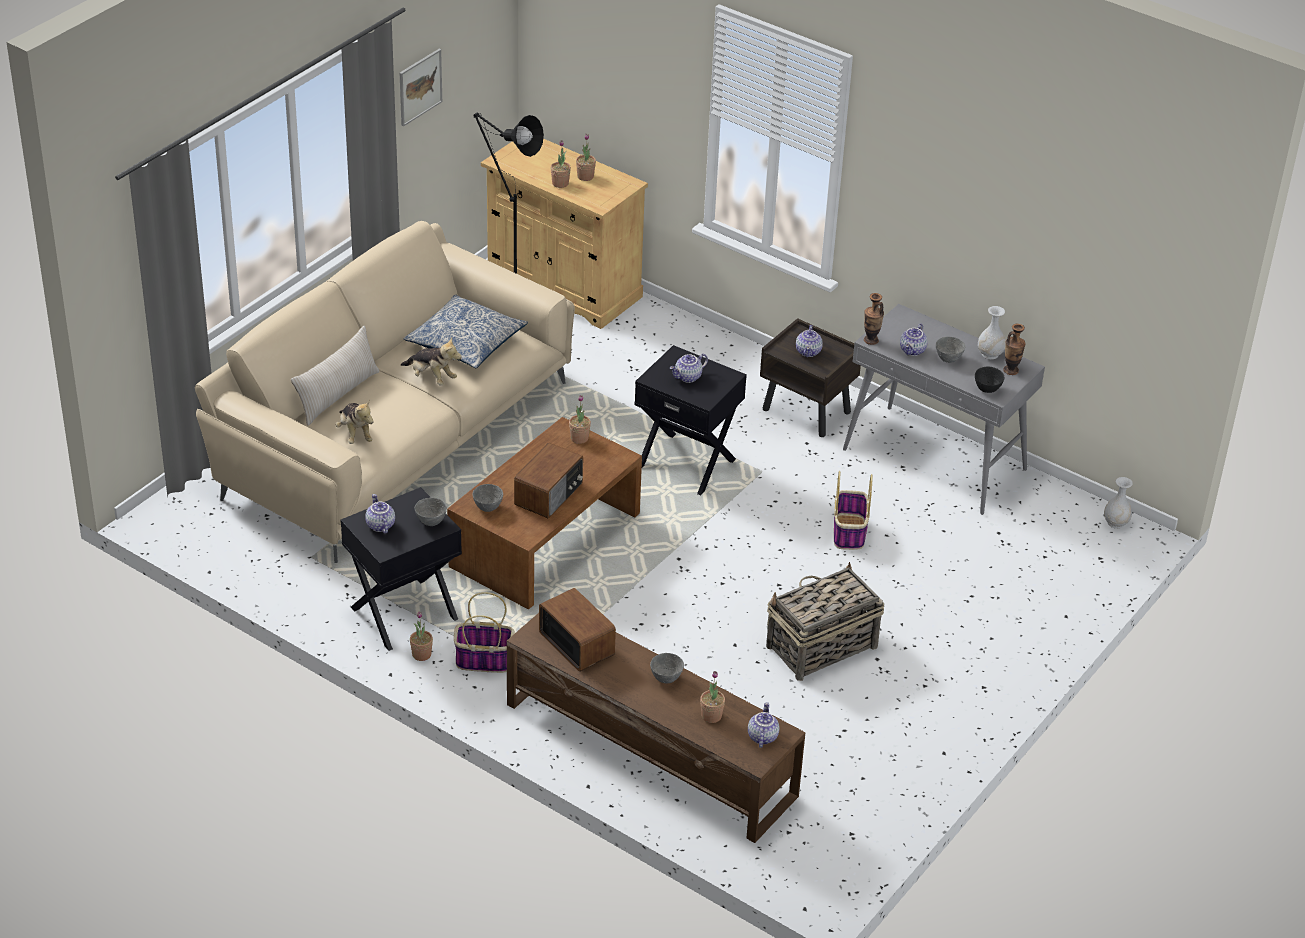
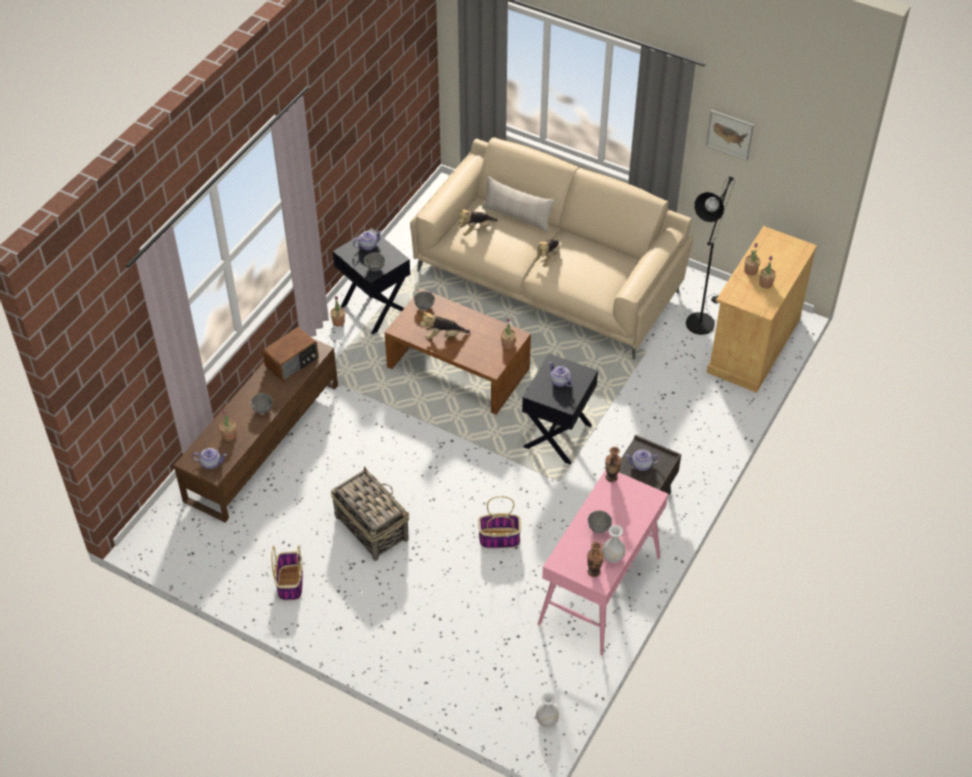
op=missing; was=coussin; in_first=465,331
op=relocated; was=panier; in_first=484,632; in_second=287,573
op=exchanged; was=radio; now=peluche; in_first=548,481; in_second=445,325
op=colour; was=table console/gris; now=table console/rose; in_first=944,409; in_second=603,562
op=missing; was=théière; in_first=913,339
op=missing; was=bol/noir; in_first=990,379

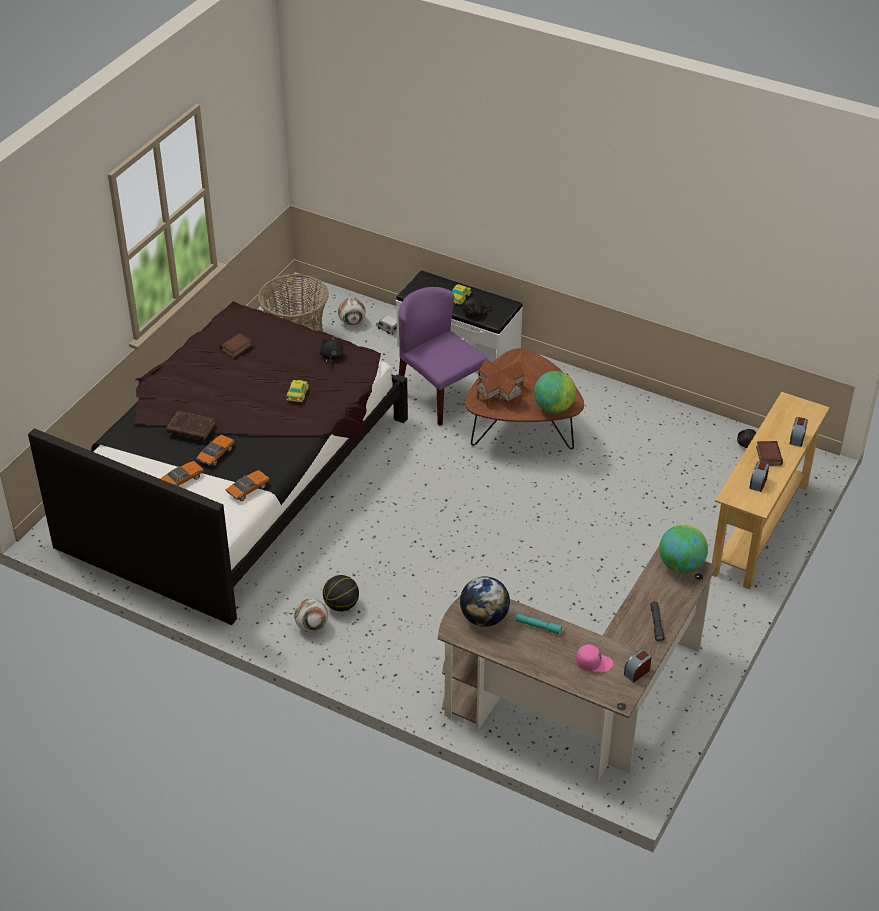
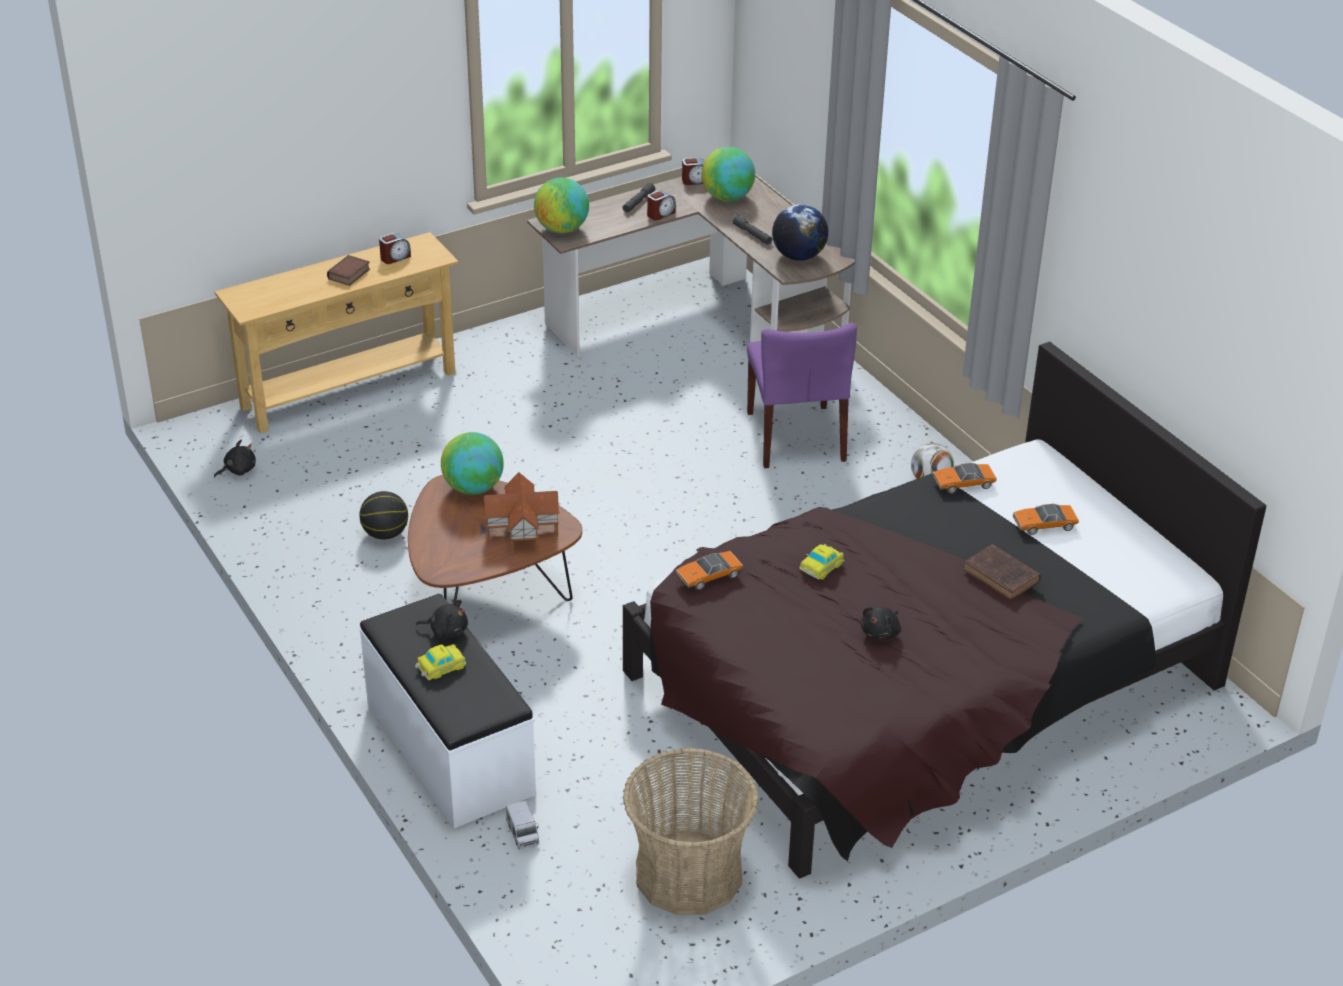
op=relocated; was=petite voiture; in_first=215,450; in_second=709,570
op=missing; was=livre; in_first=236,345
op=relocated; was=peluche/noir; in_first=331,351; in_second=881,623
op=relocated; was=ballon de basket; in_first=341,593; in_second=383,515
op=missing; was=ballon de foot; in_first=351,312
op=relocated; was=chaise/violet; in_first=442,356; in_second=802,395
op=colour; was=lampe de poche/turquoise; now=lampe de poche/gris; in_first=539,624; in_second=752,230
op=exchanged; was=casquette/rose; now=globe; in_first=594,658; in_second=728,174
op=relocated; was=réveil; in_first=799,432; in_second=661,205

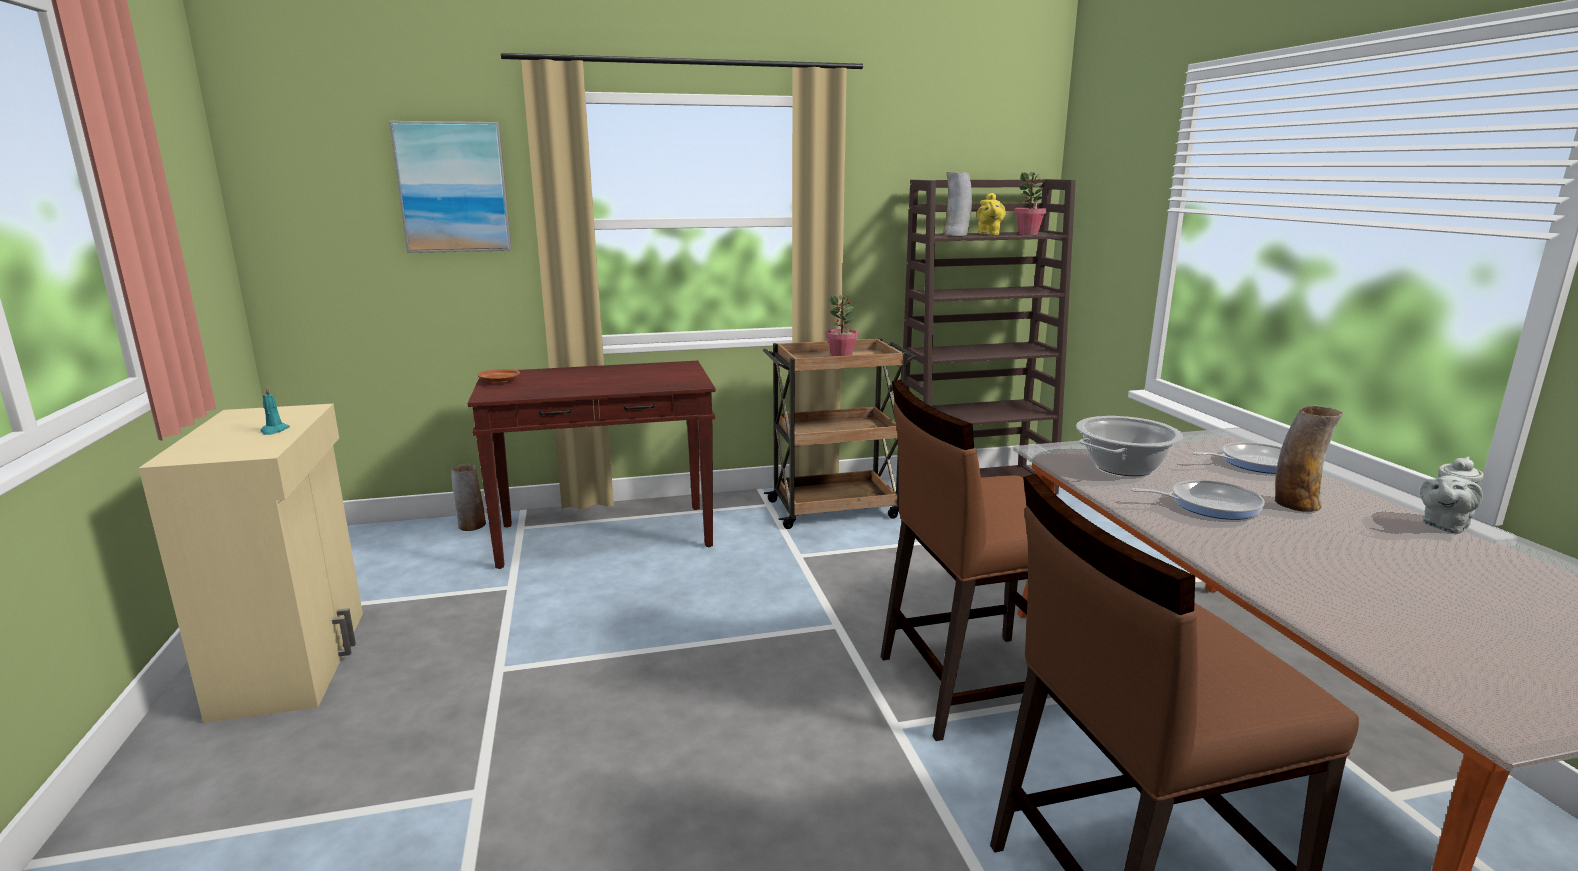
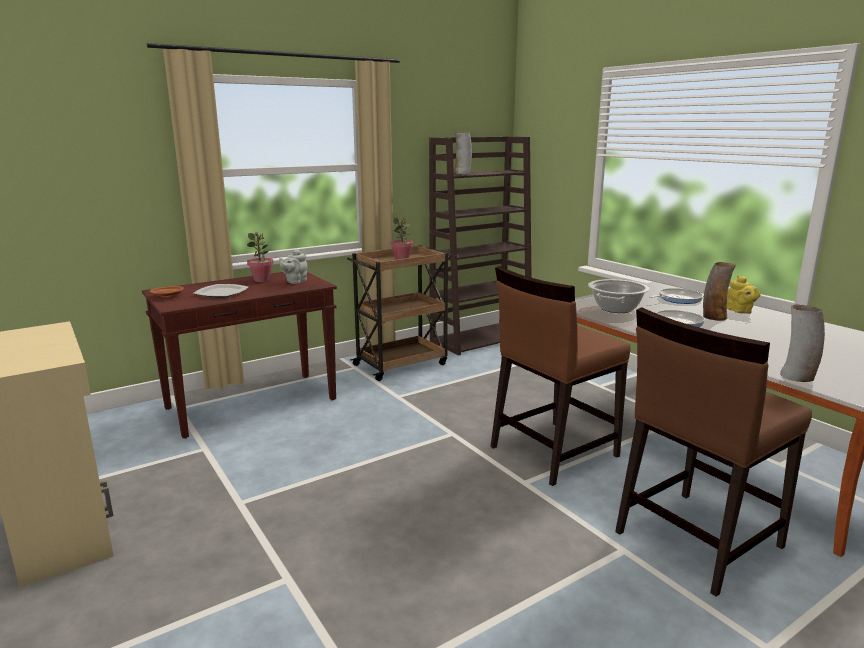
op=missing; was=bougie/turquoise; in_first=275,410
op=missing; was=tableau; in_first=450,187
op=relocated; was=vase; in_first=468,497; in_second=802,343
op=relocated; was=théière/jaune; in_first=991,214; in_second=744,294
op=relocated; was=plante en pot; in_first=1030,203; in_second=260,257
op=relocated; was=théière/gris; in_first=1452,495; in_second=293,266
op=appeared; now=assiette; in_second=220,290

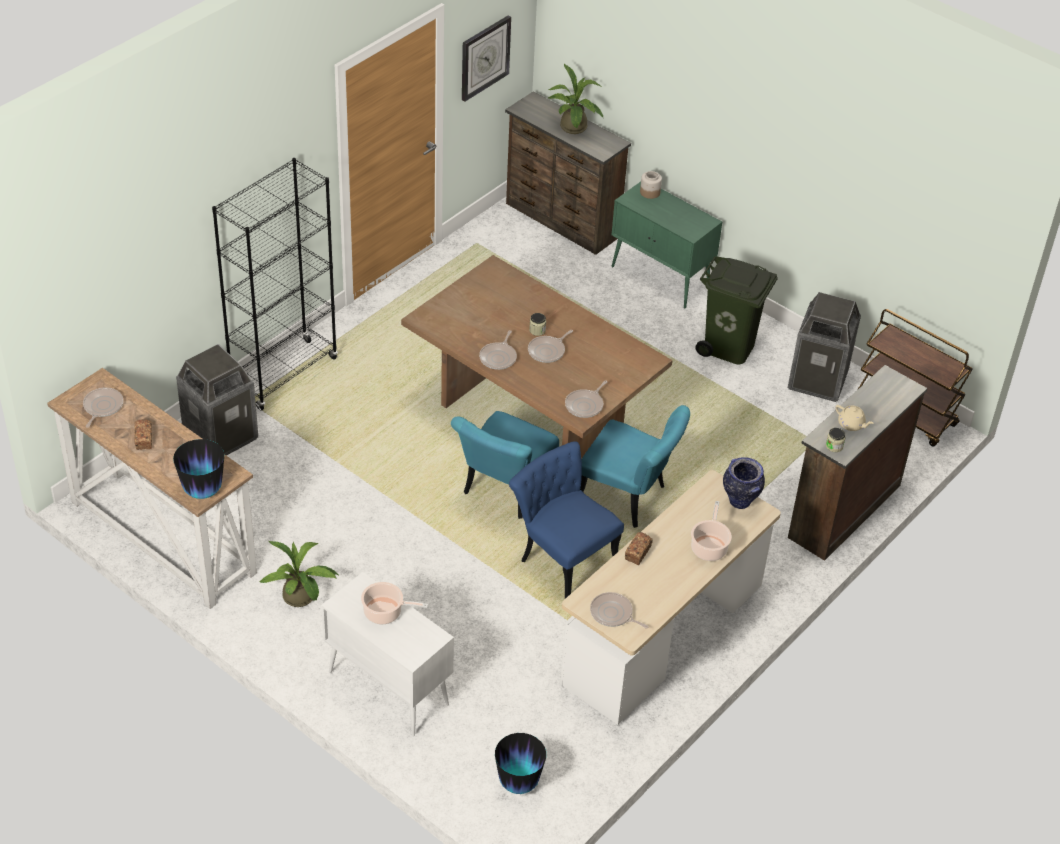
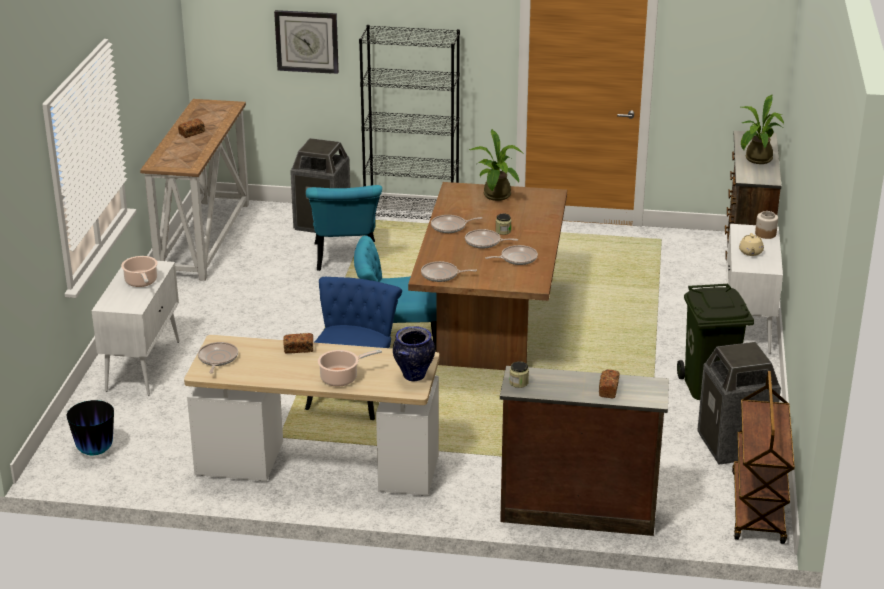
op=relocated; was=poêle; in_first=103,408; in_second=511,255
op=missing; was=vase; in_first=198,469
op=relocated; was=plante en pot; in_first=299,573; in_second=496,165
op=relocated; was=horloge murale; in_first=486,58; in_second=306,42
op=relocated; was=chaise/turquoise; in_first=635,466; in_second=344,228
op=colour; was=meuble de rangement/vert; now=meuble de rangement/blanc; in_first=667,245; in_second=754,289
op=relocated; was=théière/beige; in_first=854,418; in_second=751,244
op=appeared; now=pain; in_second=609,383

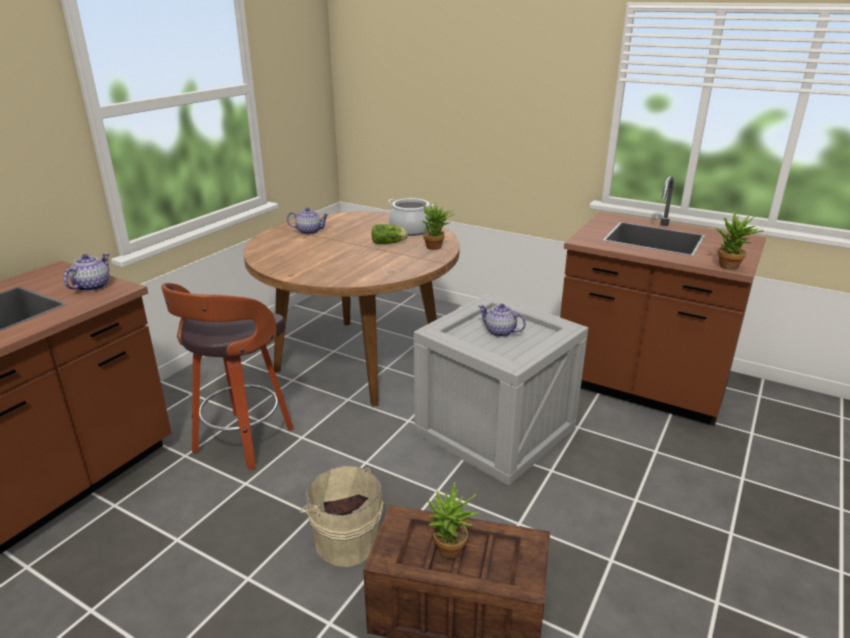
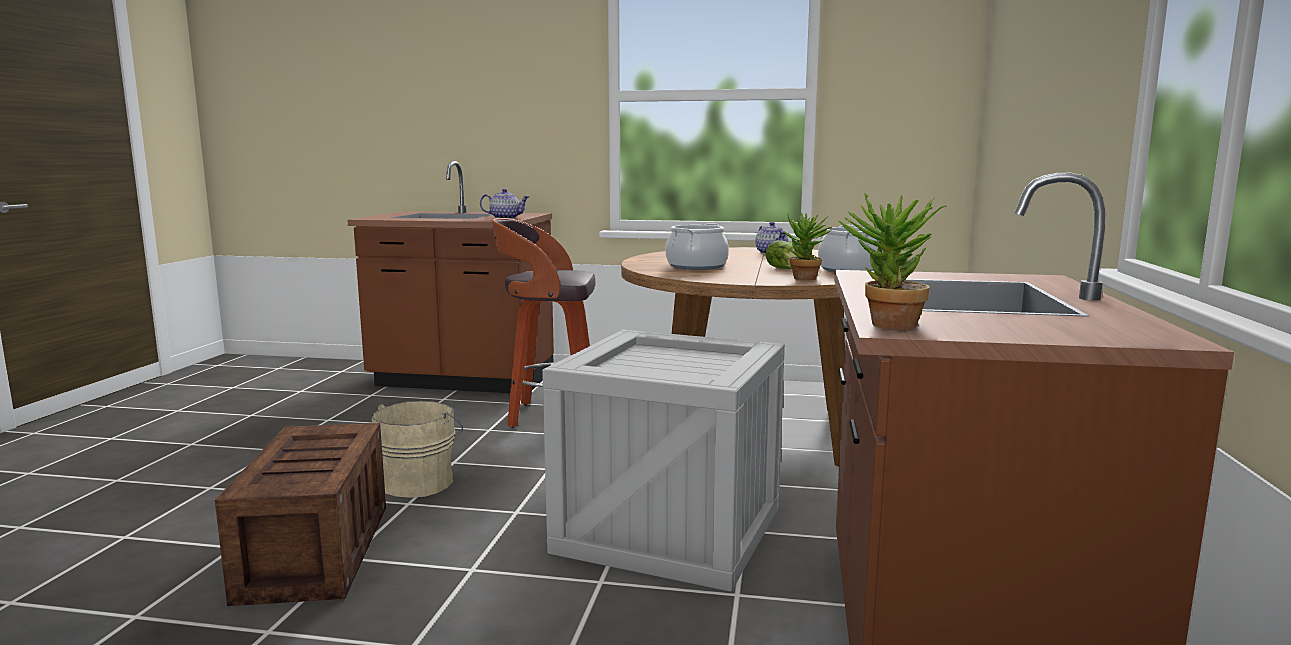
op=missing; was=plante en pot; in_first=453,520
op=missing; was=théière; in_first=502,320
op=appeared; now=marmite; in_second=697,246

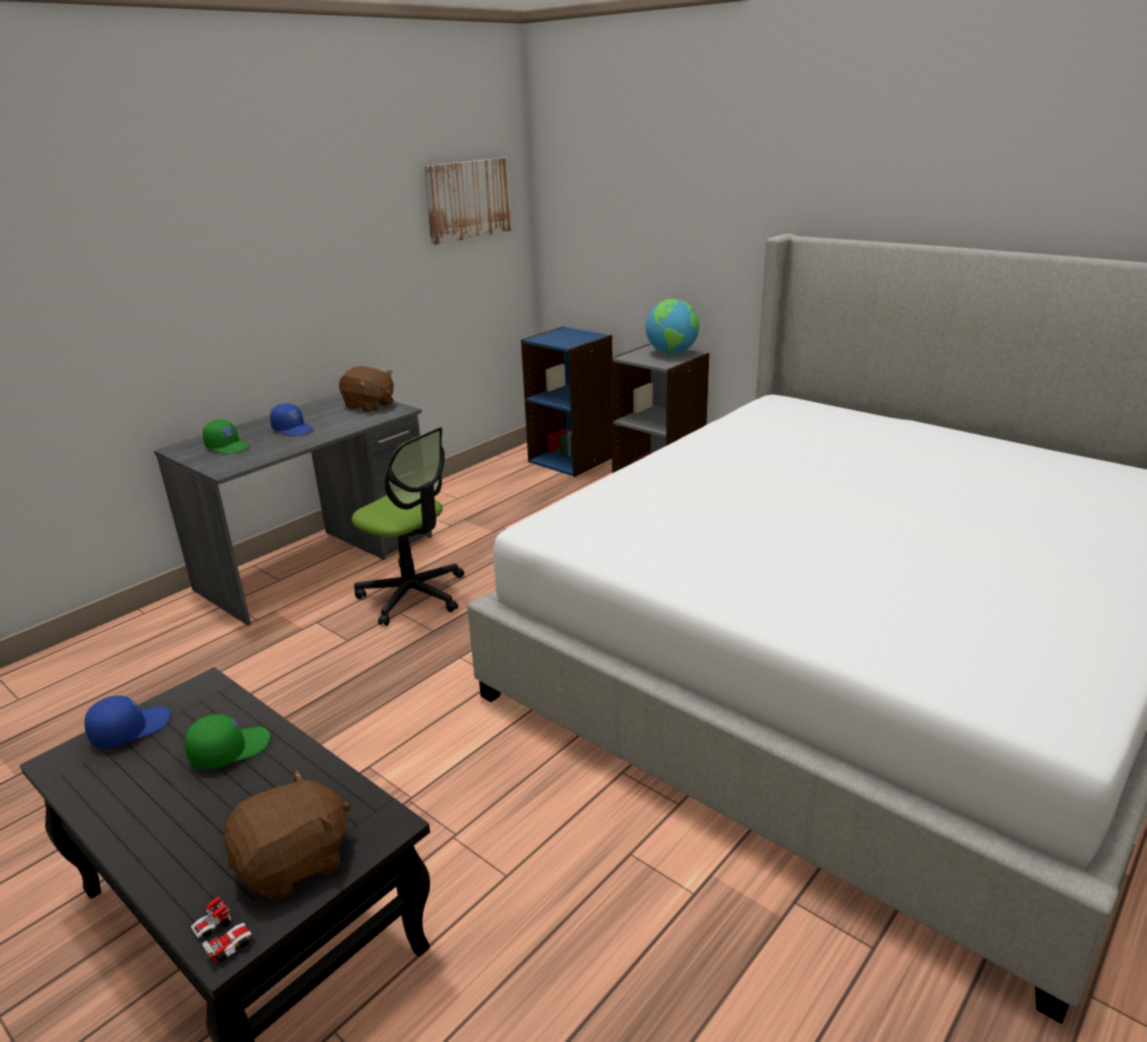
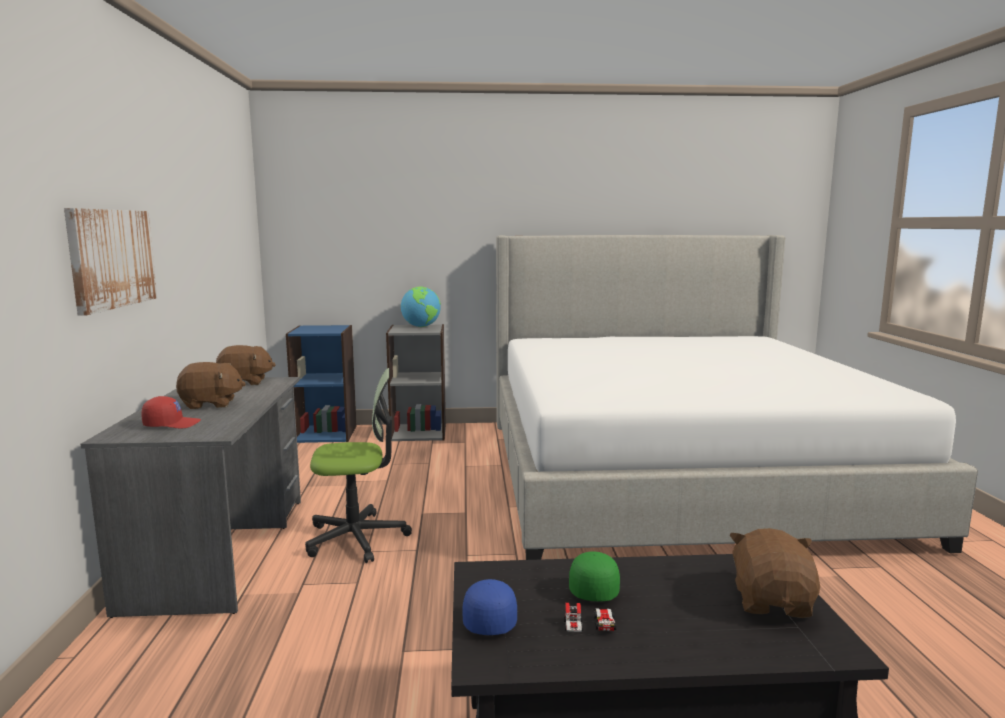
op=relocated; was=petite voiture; in_first=222,929; in_second=590,617
op=colour; was=casquette/vert; now=casquette/rouge; in_first=226,437; in_second=171,412
op=exchanged; was=casquette/bleu; now=peluche/marron; in_first=291,420; in_second=211,385
op=relocated; was=tableau; in_first=468,201; in_second=110,261

